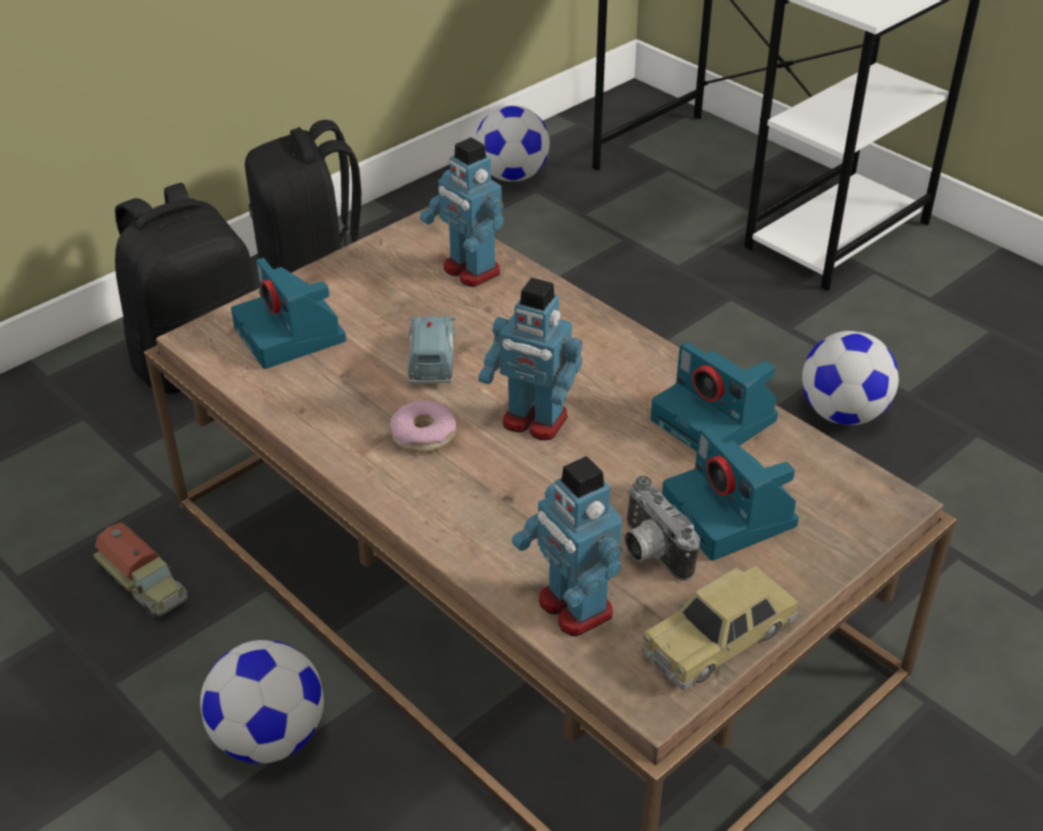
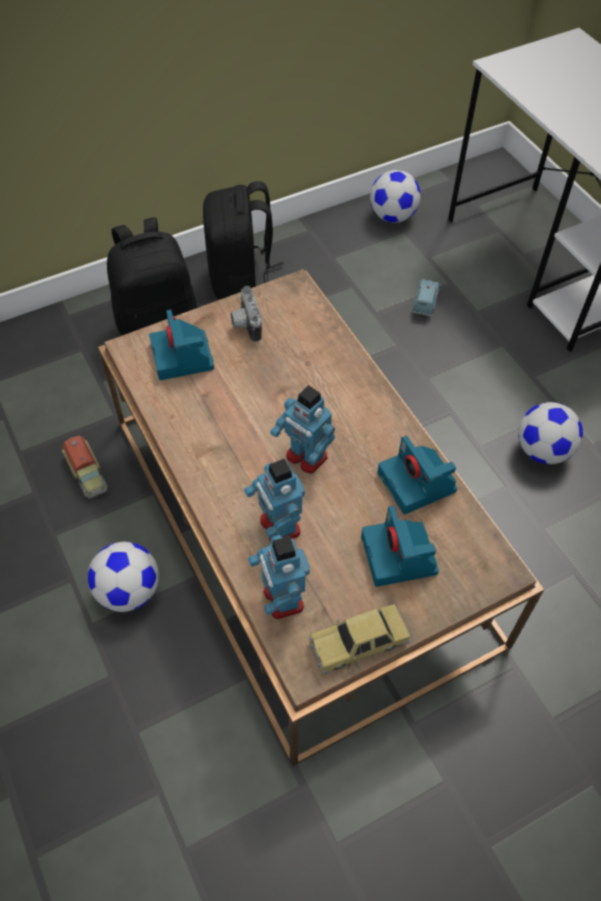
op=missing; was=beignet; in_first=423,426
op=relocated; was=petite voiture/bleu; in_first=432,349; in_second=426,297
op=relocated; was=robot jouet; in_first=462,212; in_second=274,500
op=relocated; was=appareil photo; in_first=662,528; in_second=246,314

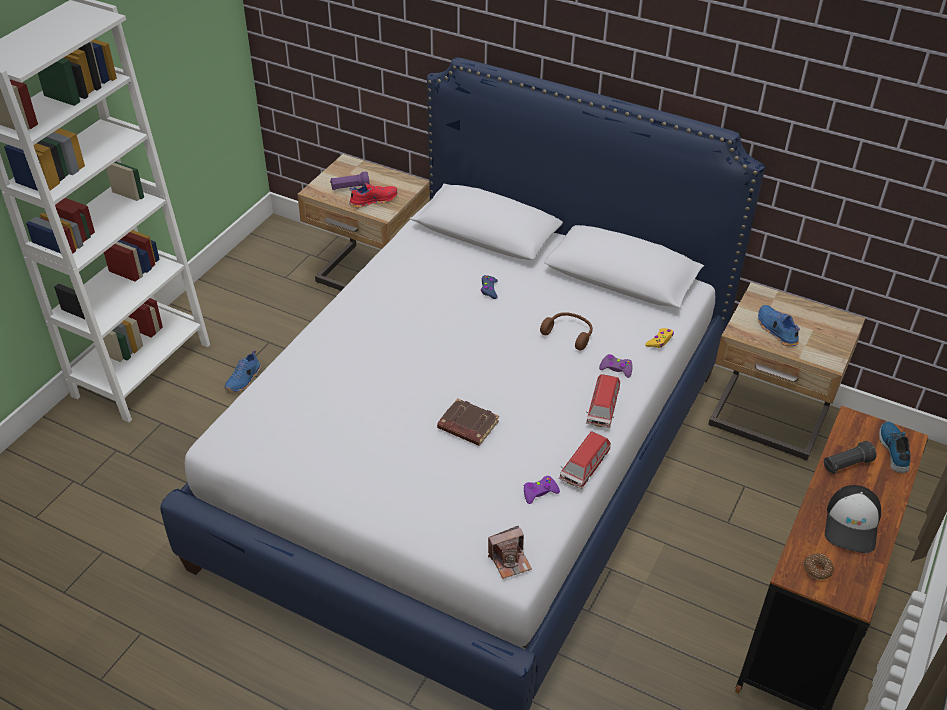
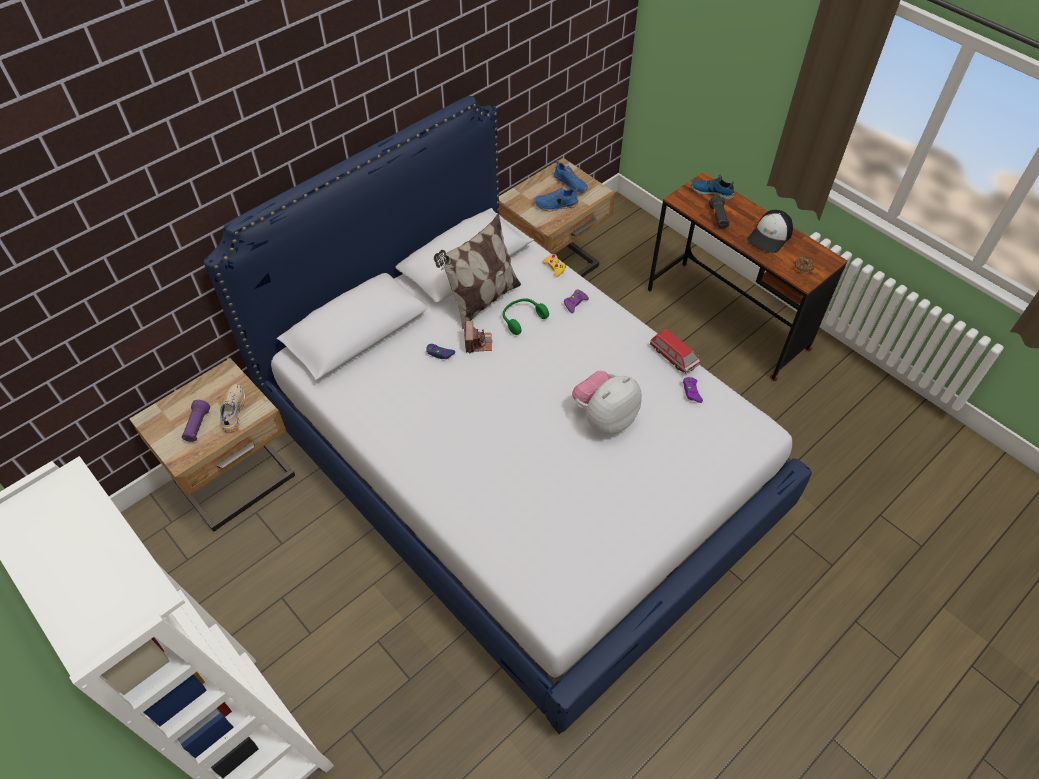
op=relocated; was=chaussure/bleu; in_first=243,371; in_second=570,177
op=colour; was=chaussure/rouge; now=chaussure/beige; in_first=373,195; in_second=232,408
op=exchanged; was=livre/marron; now=peluche; in_first=468,422; in_second=607,402
op=relocated; was=appareil photo; in_first=510,552; in_second=477,337
op=colour; was=casque audio/marron; now=casque audio/vert; in_first=566,331; in_second=526,316
op=missing; was=petite voiture; in_first=603,401
op=spun; was=casquette; in_first=853,519; in_second=770,231; clockwise=90
op=appeared; now=coussin; in_second=477,272

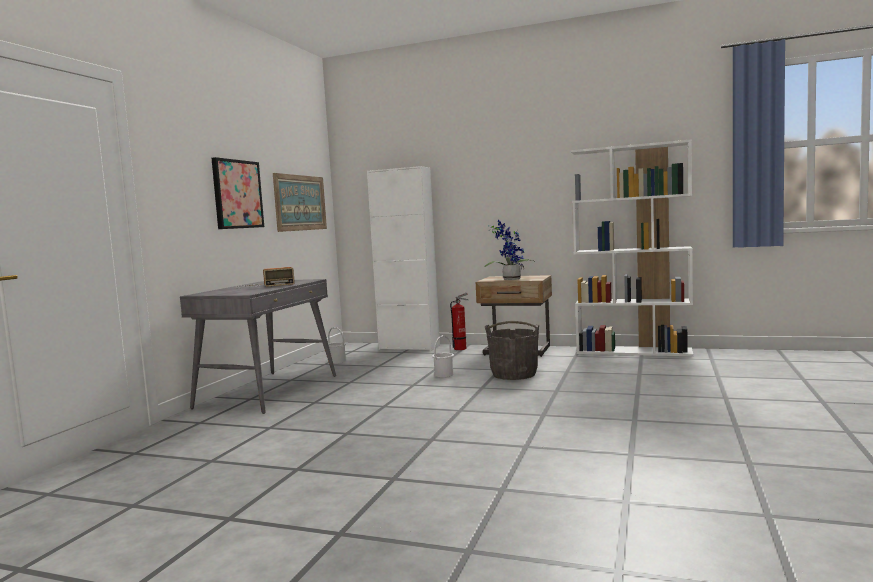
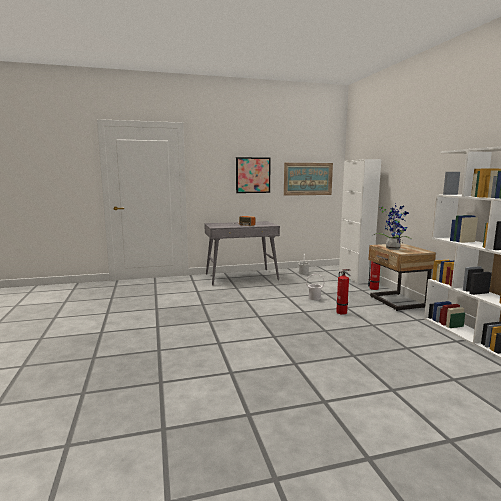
op=exchanged; was=seau/gris; now=extincteur; in_first=512,350; in_second=343,292

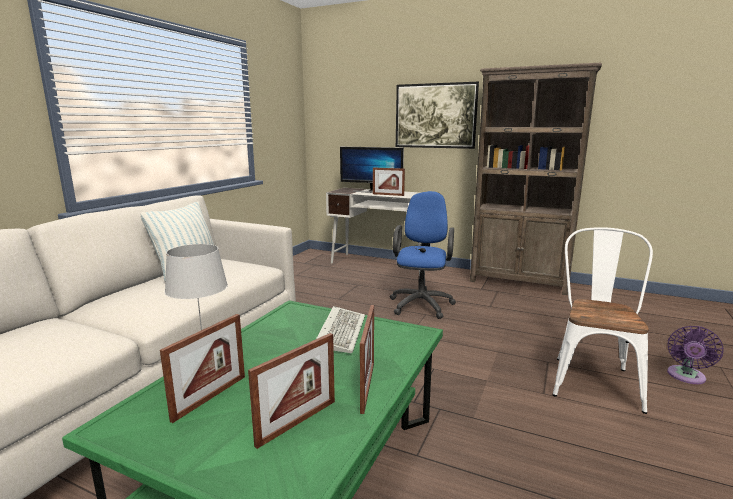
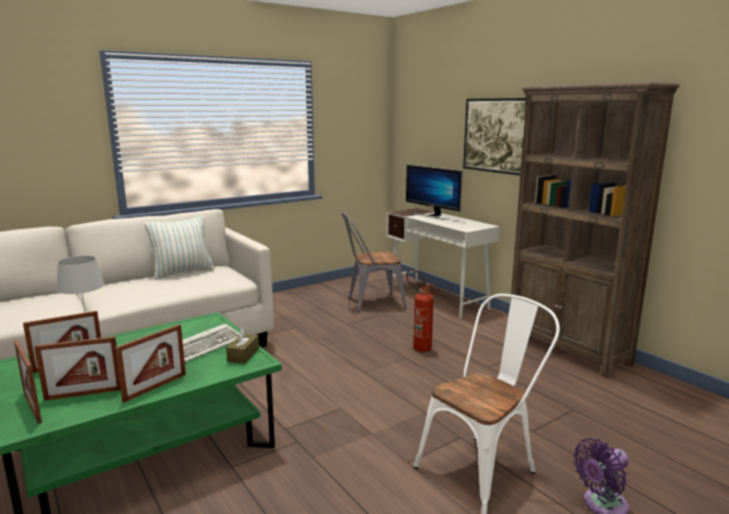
op=relocated; was=cadre photo; in_first=389,182; in_second=28,382
op=exchanged; was=chaise de bureau/bleu; now=extincteur; in_first=423,255; in_second=421,310
op=appeared; now=boîte à mouchoirs/marron; in_second=242,345
op=appeared; now=chaise/gris; in_second=374,262

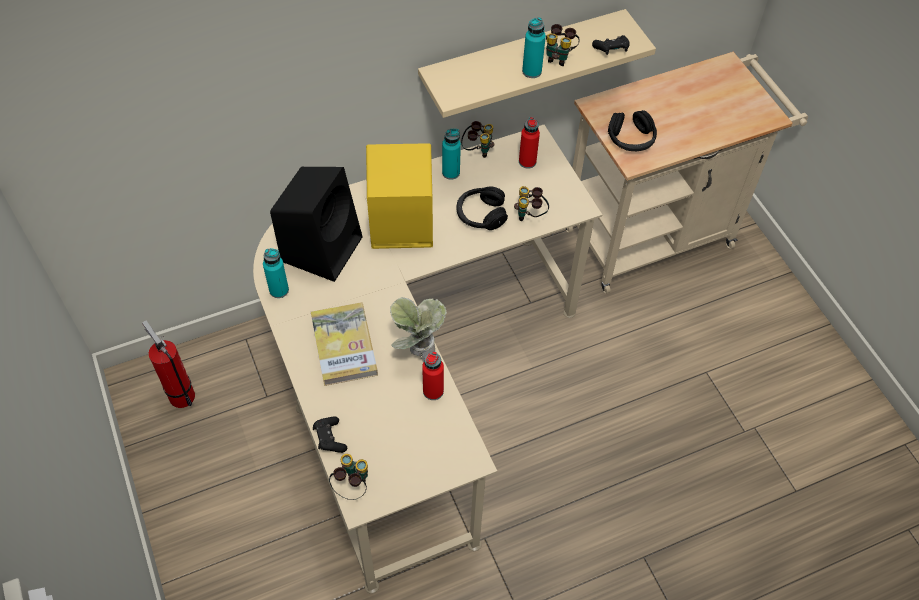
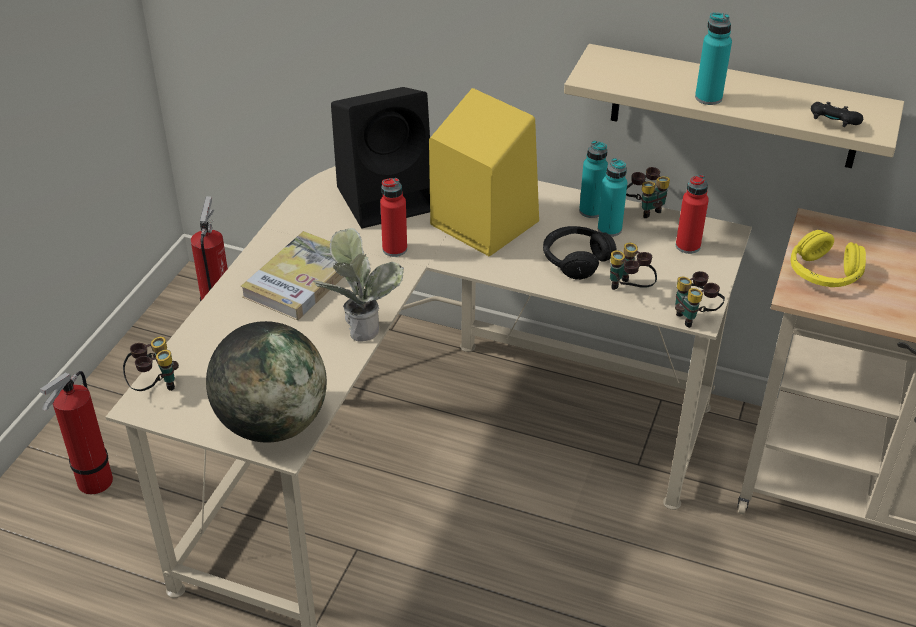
op=relocated; was=bouteille/turquoise; in_first=276,273; in_second=612,197
op=missing; was=manette/noir; in_first=330,435
op=relocated; was=bouteille/rouge; in_first=433,375; in_second=393,217
op=relocated; was=jumelles; in_first=562,45; in_second=700,299
op=colour; was=casque audio/noir; now=casque audio/jaune; in_first=632,130; in_second=828,258
op=appeared; now=extincteur; in_second=76,432
op=appeared; now=globe; in_second=266,382

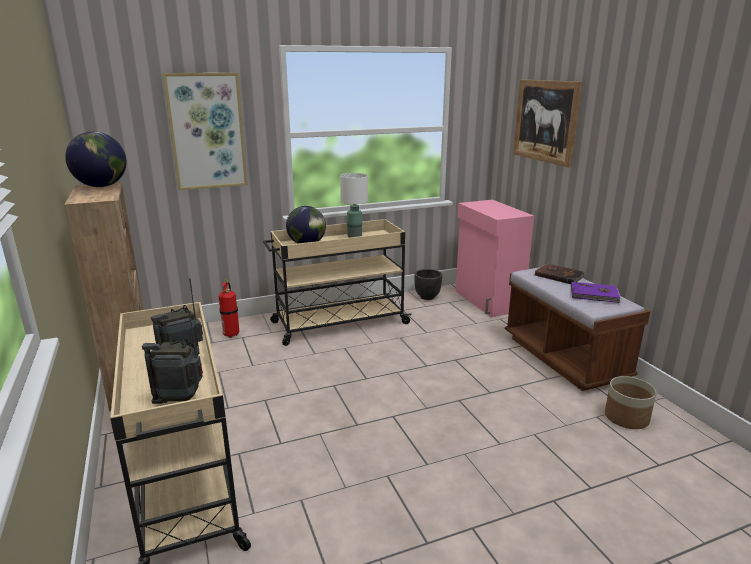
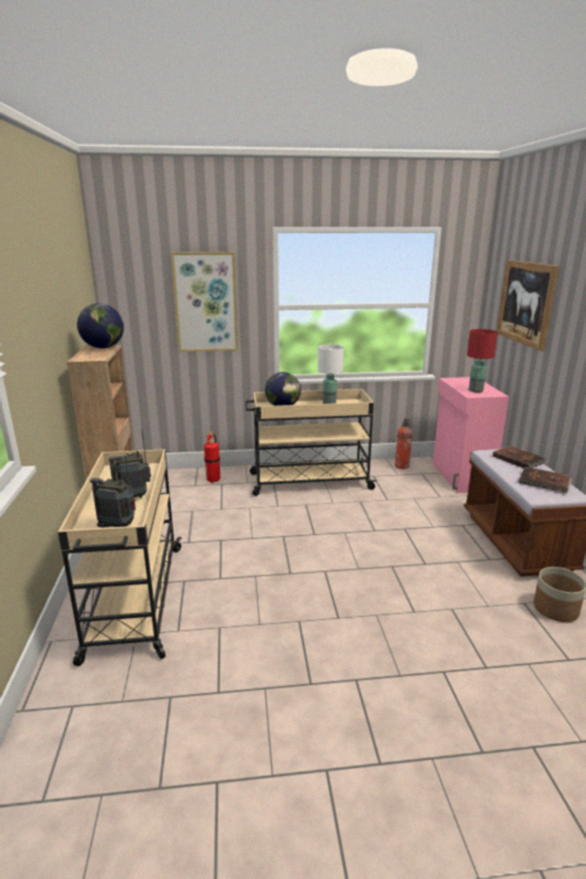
op=exchanged; was=cache-pot/noir; now=extincteur; in_first=428,284; in_second=403,443
op=colour; was=livre/violet; now=livre/marron; in_first=596,292; in_second=545,480
op=appeared; now=lampe de table/rouge; in_second=482,361

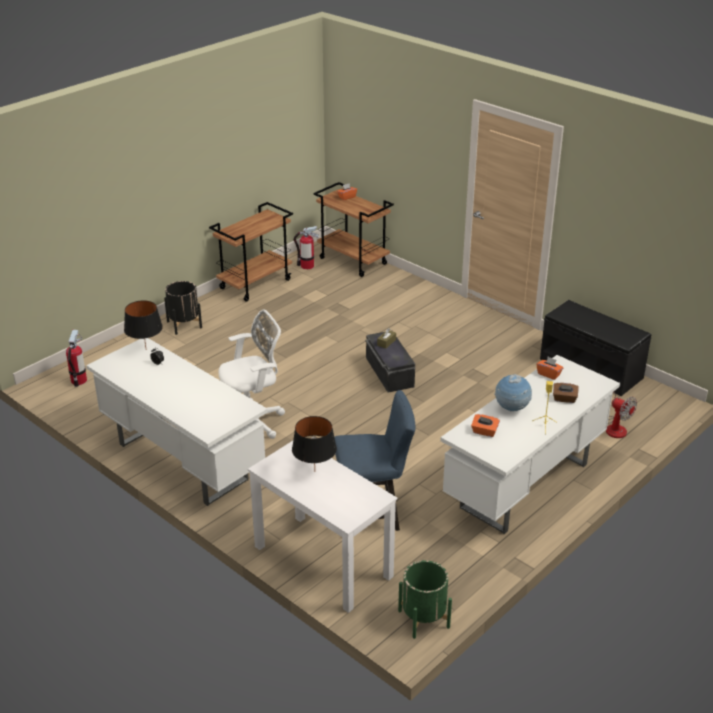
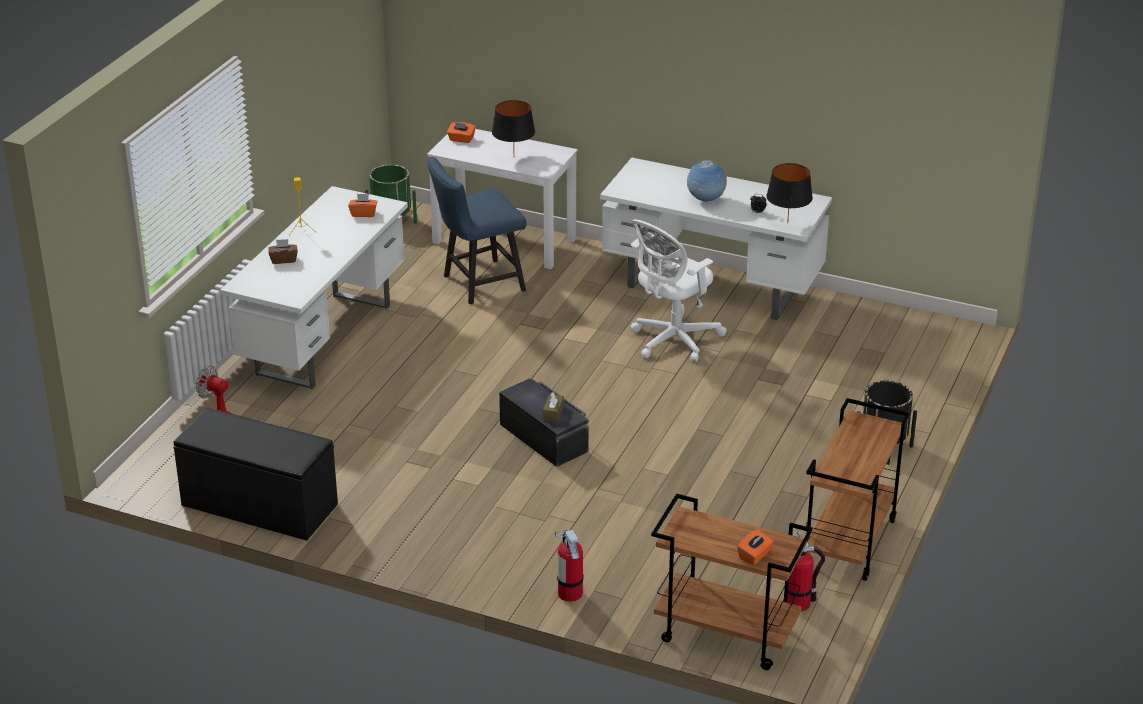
op=relocated; was=extincteur; in_first=76,358; in_second=569,566
op=relocated; was=globe; in_first=513,392; in_second=707,181
op=relocated; was=boîte à mouchoirs/orange; in_first=549,368; in_second=461,132

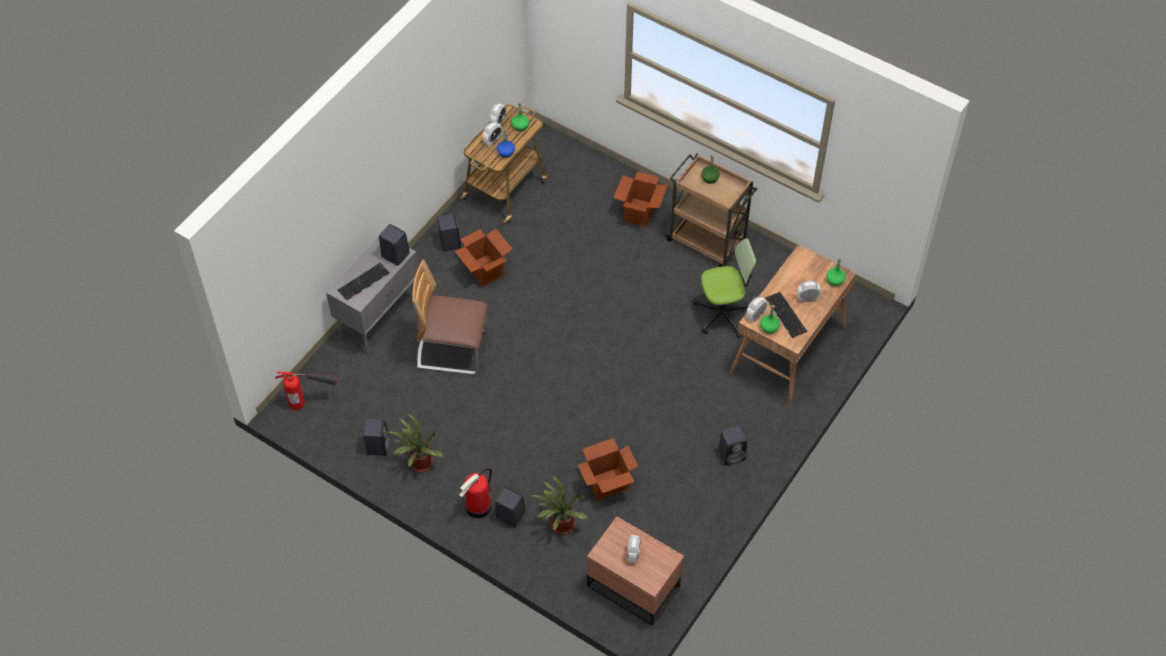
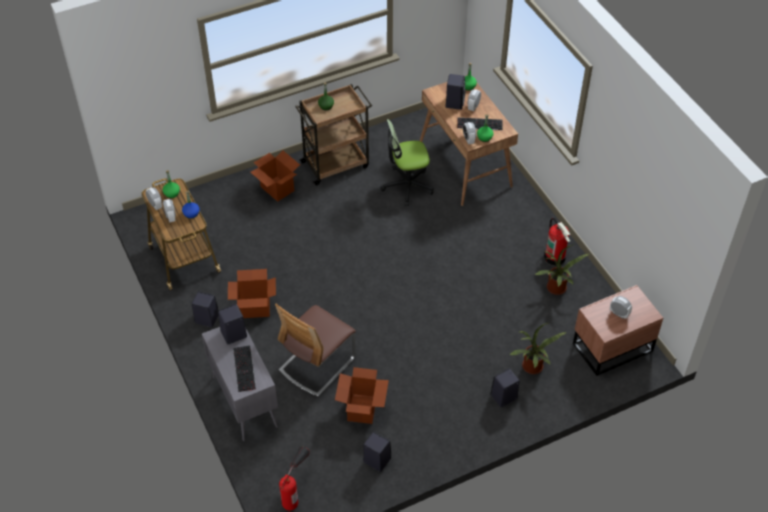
op=relocated; was=plante en pot; in_first=415,443; in_second=562,269
op=relocated; was=extincteur; in_first=475,493; in_second=557,242
op=relocated; was=carton; in_first=608,469; in_second=362,395
op=spun; was=chaise de bureau; in_first=724,288; in_second=406,162; clockwise=-120
op=relocated; was=enceinte/noir; in_first=732,446; in_second=456,92

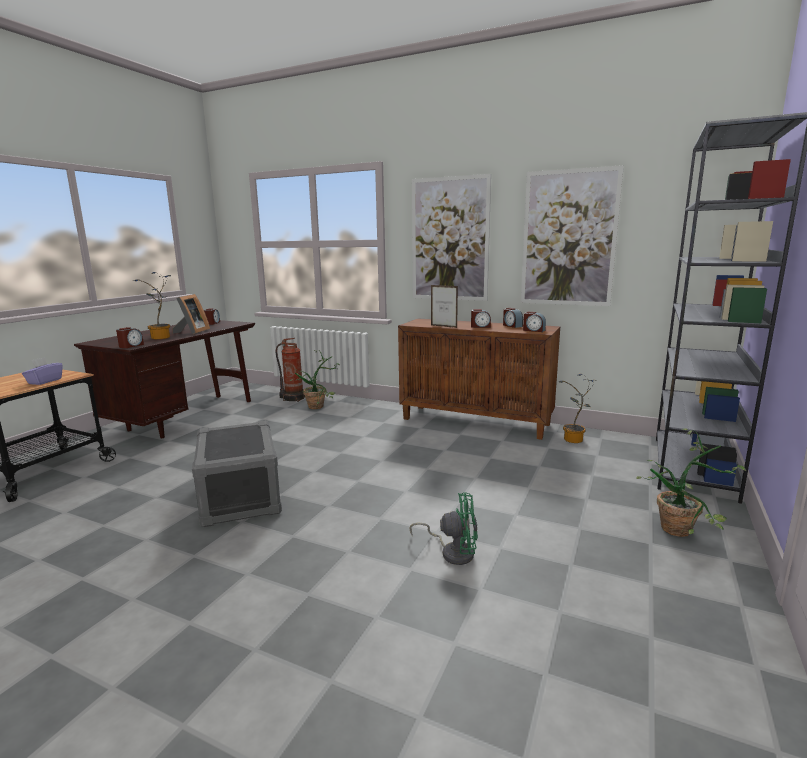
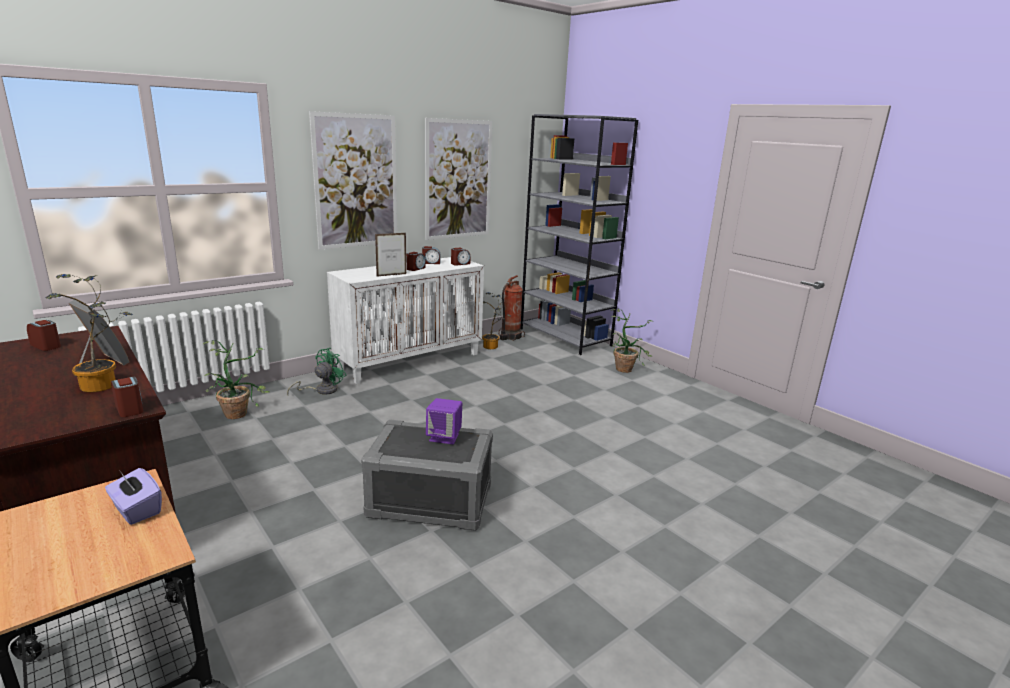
op=relocated; was=extincteur; in_first=290,370; in_second=512,308
op=colour; was=meuble de rangement/marron; now=meuble de rangement/blanc; in_first=479,379; in_second=405,320
op=relocated; was=ventilateur/vert; in_first=443,528; in_second=316,371
op=appeared; now=enceinte/violet; in_second=444,421

